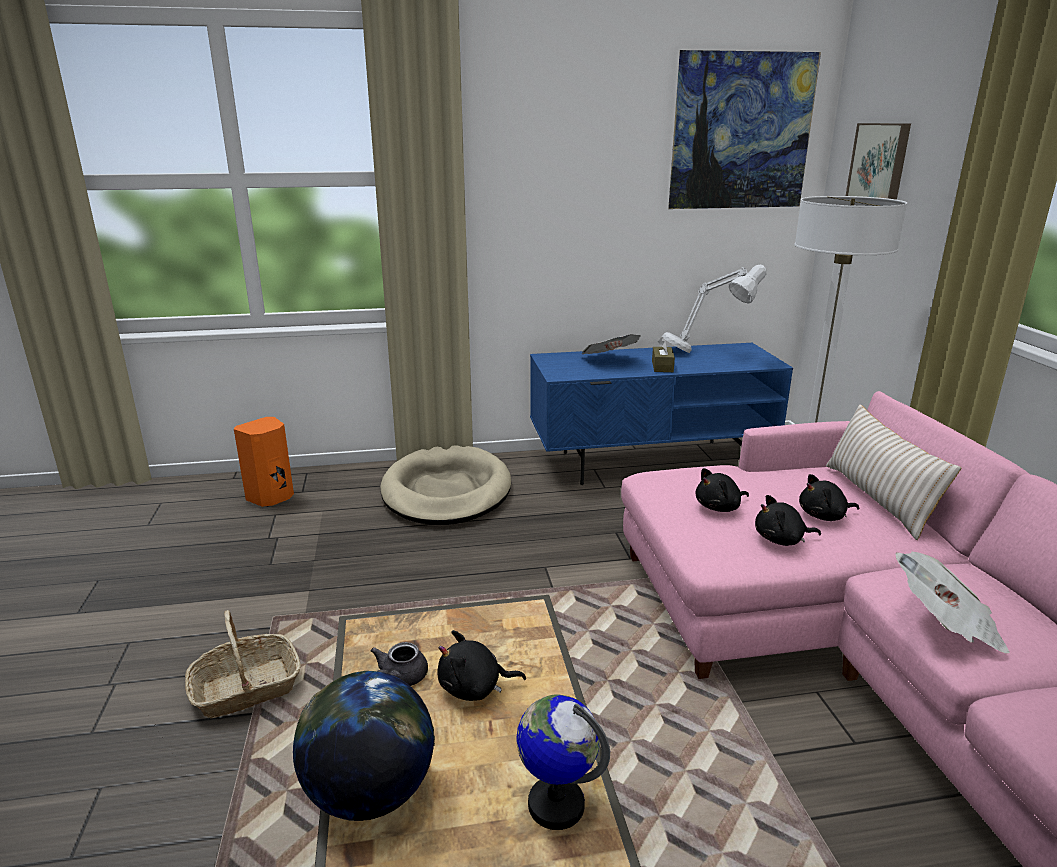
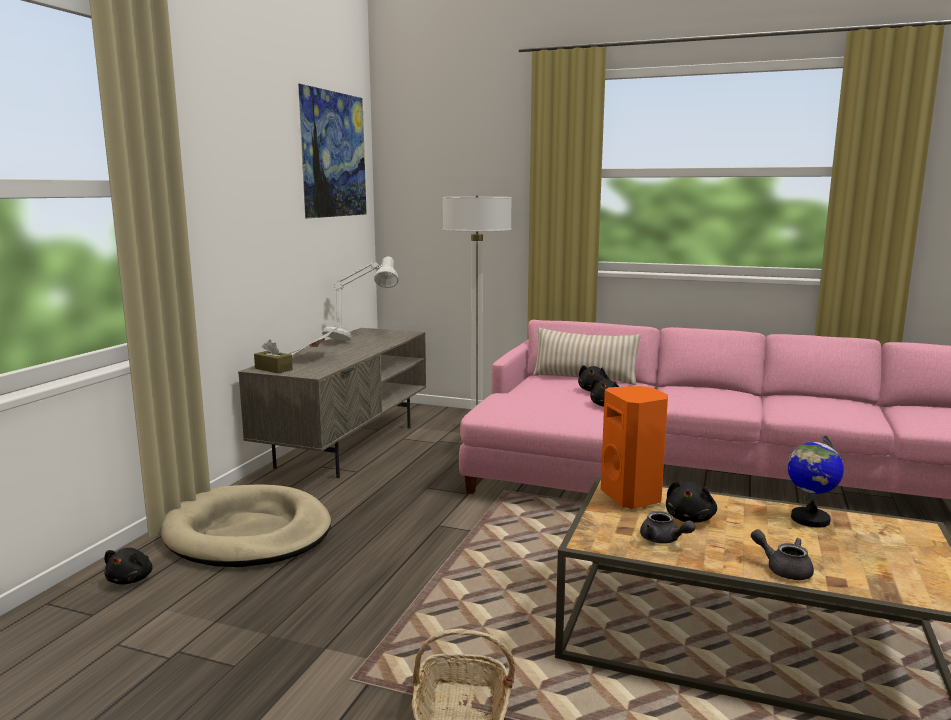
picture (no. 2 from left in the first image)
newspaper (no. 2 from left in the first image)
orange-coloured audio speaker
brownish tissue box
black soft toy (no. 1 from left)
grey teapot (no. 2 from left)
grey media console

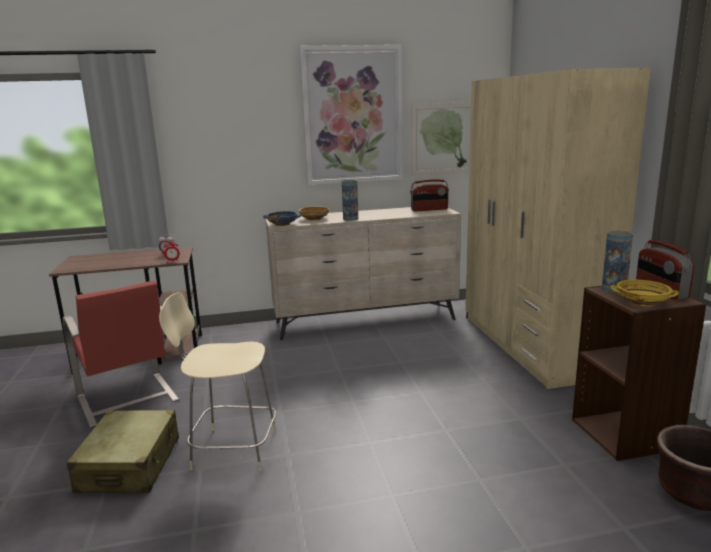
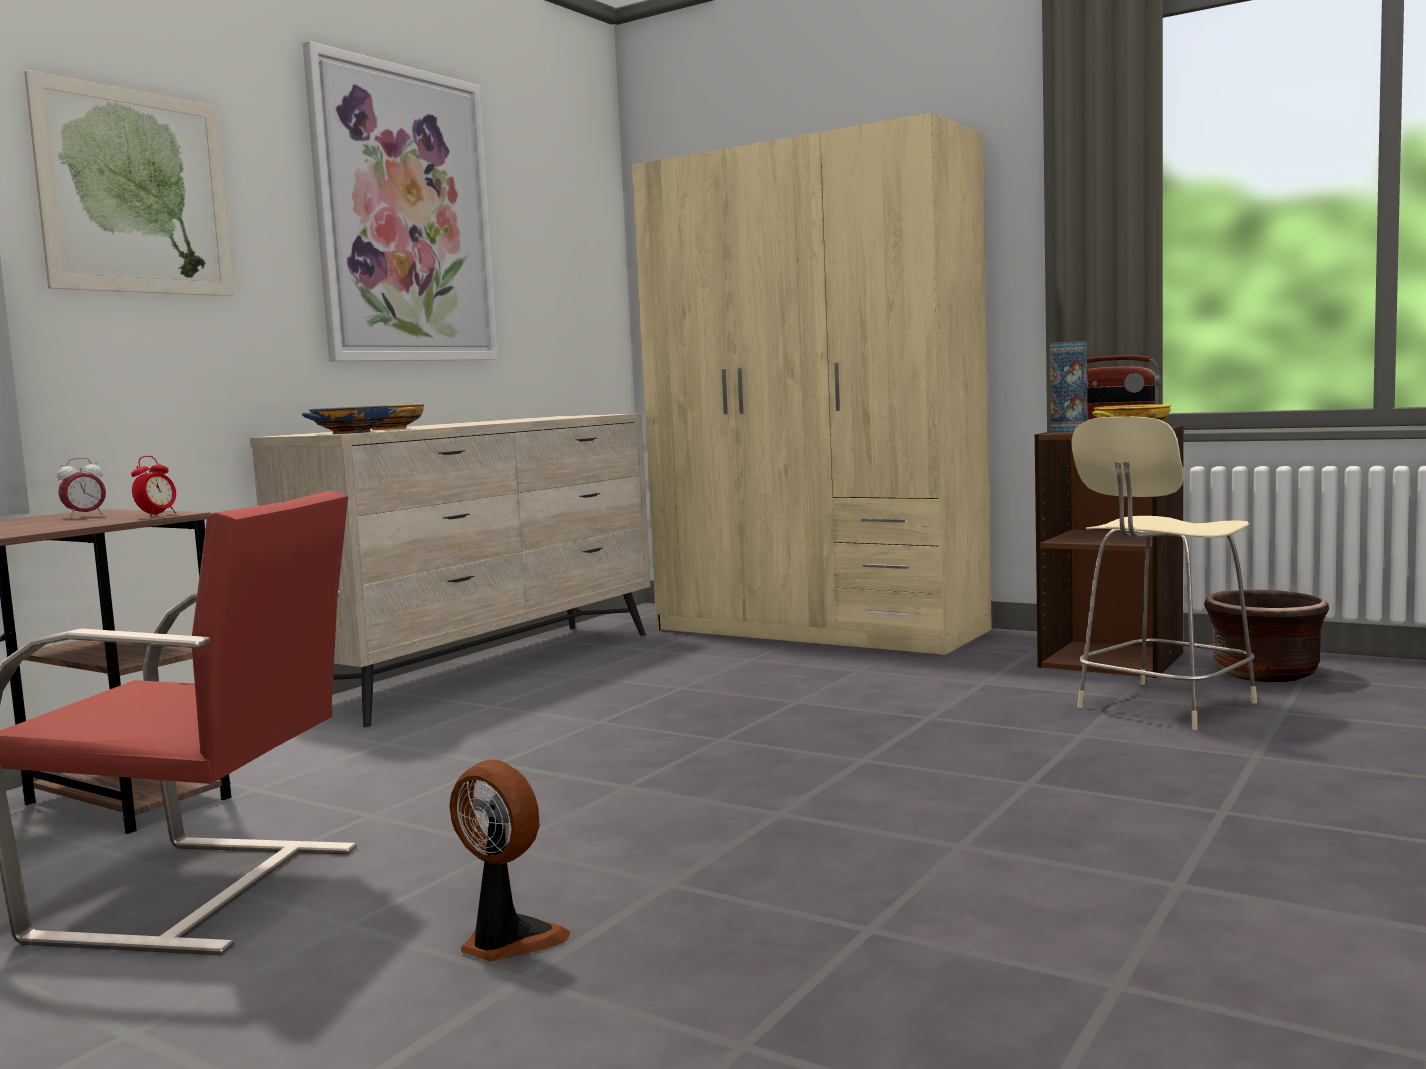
decorative vase (no. 1 from left in the first image)
radio receiver (no. 1 from left in the first image)
sand-coloured upright chair
picture (no. 1 from left)
fan

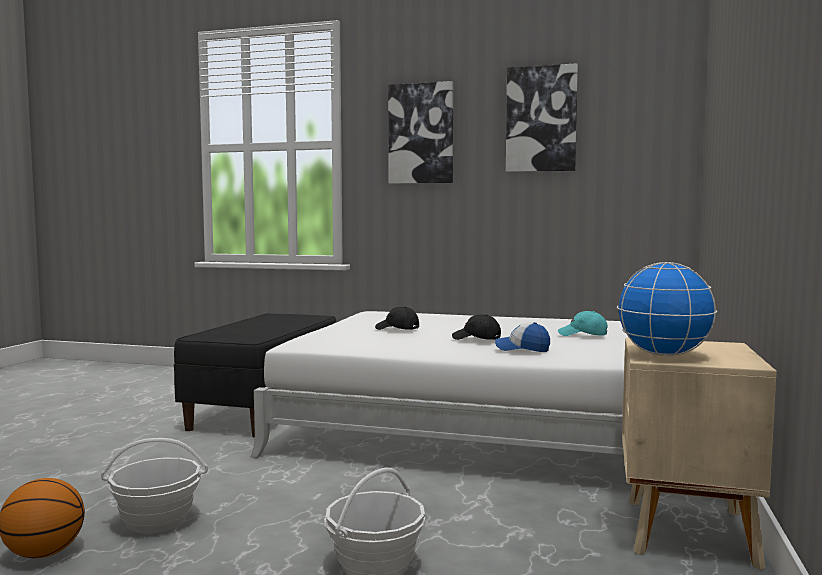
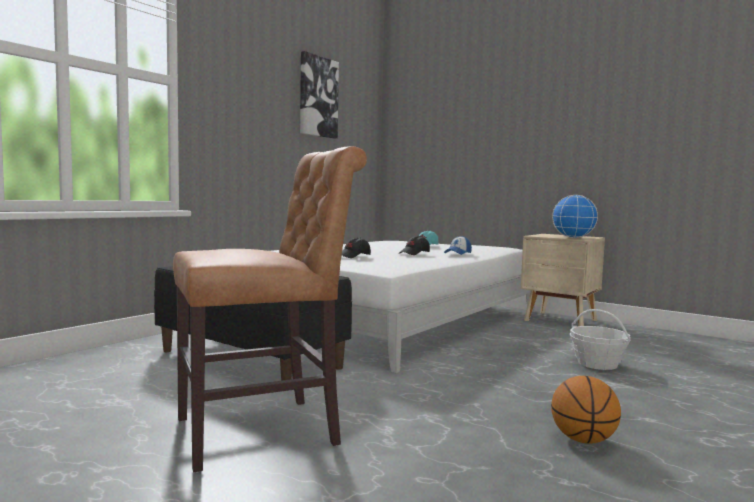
household basket (no. 1 from left in the first image)
picture (no. 1 from left in the first image)
brownish upright chair

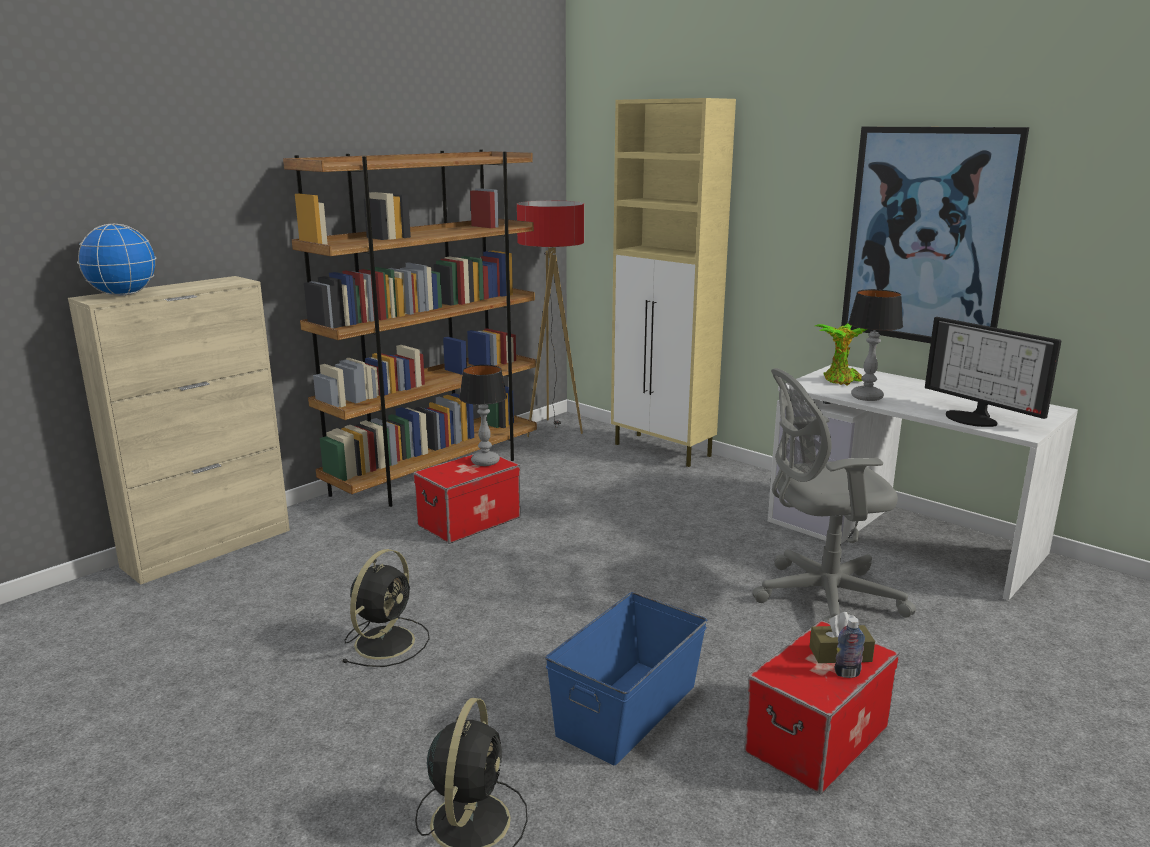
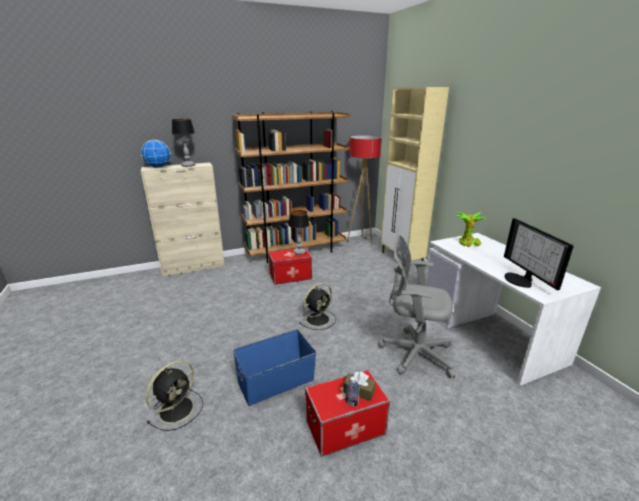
picture
black fan (no. 2 from left)
lamp for a table (no. 1 from left)

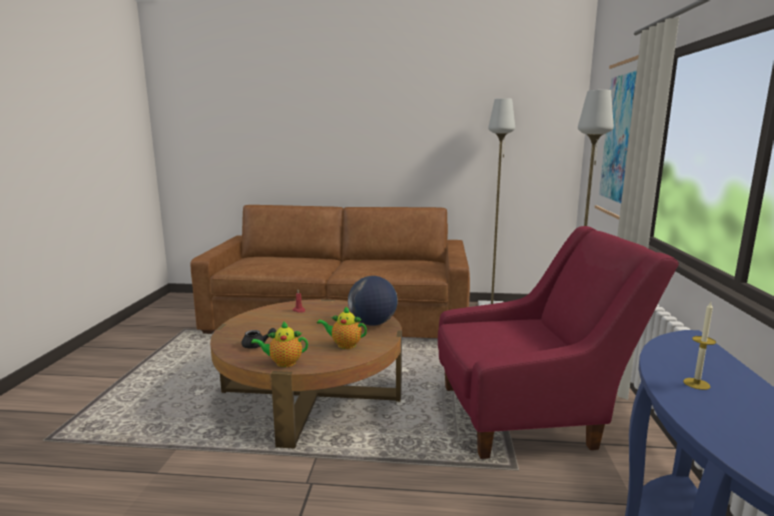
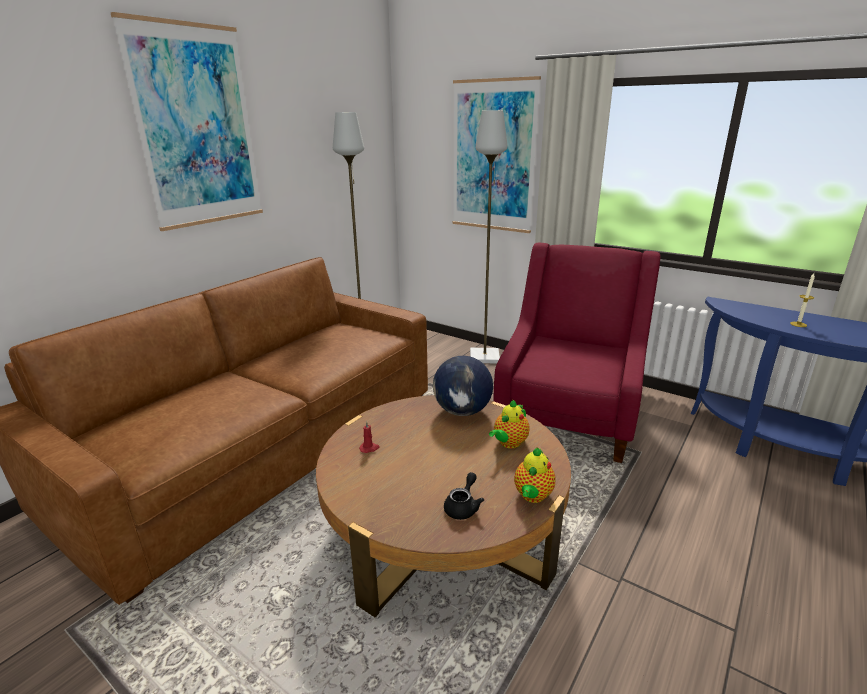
picture (no. 1 from left)

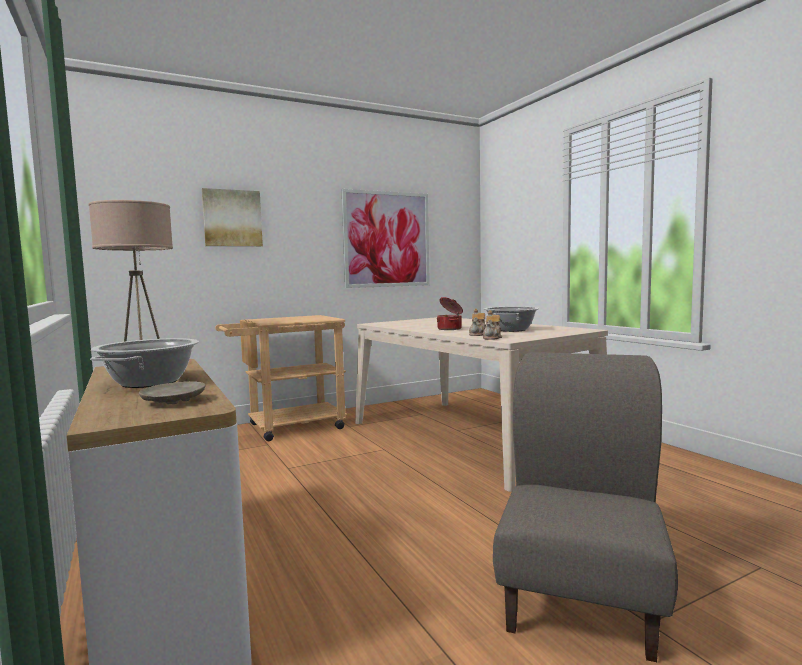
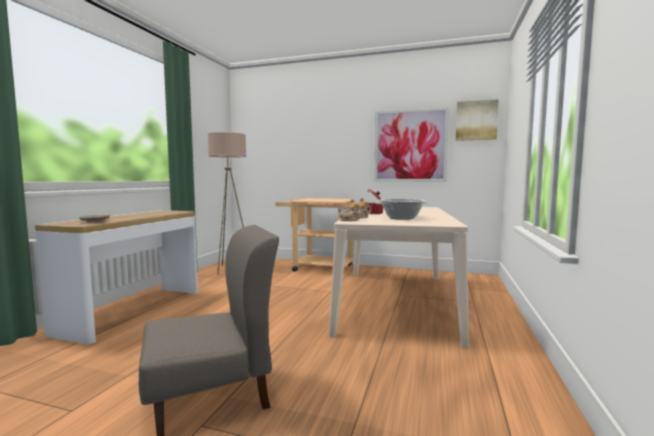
cooking pot (no. 1 from left in the first image)
picture (no. 2 from left)

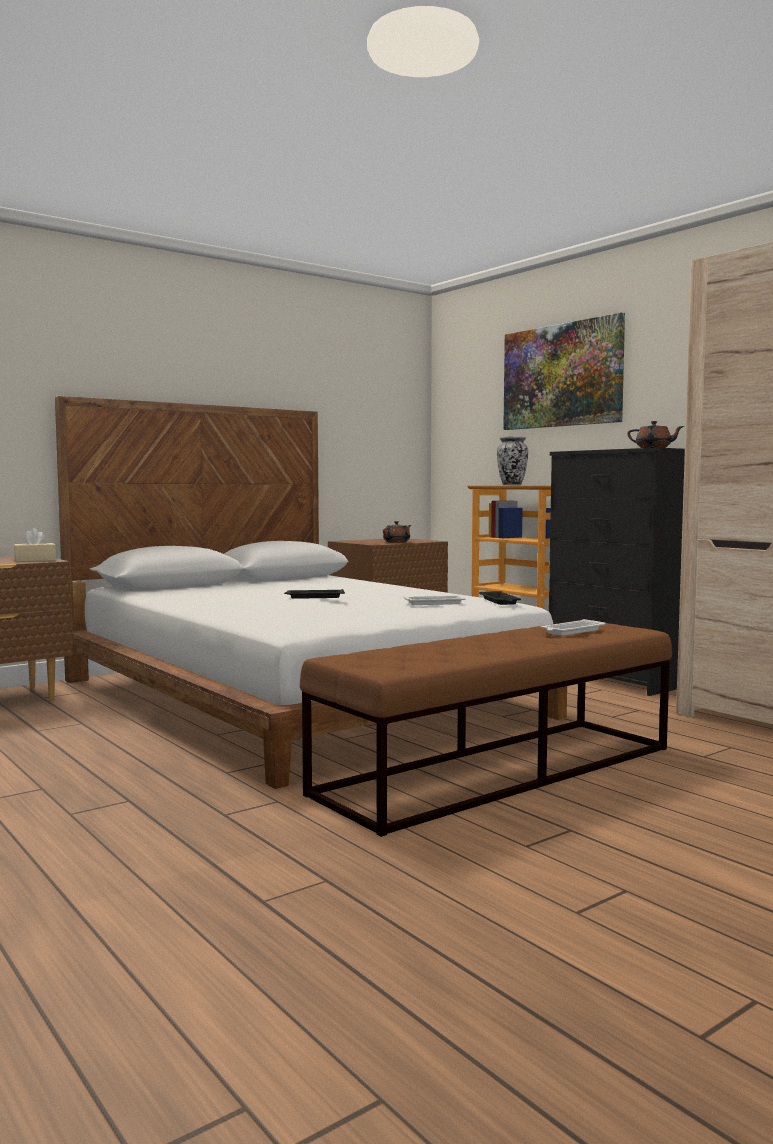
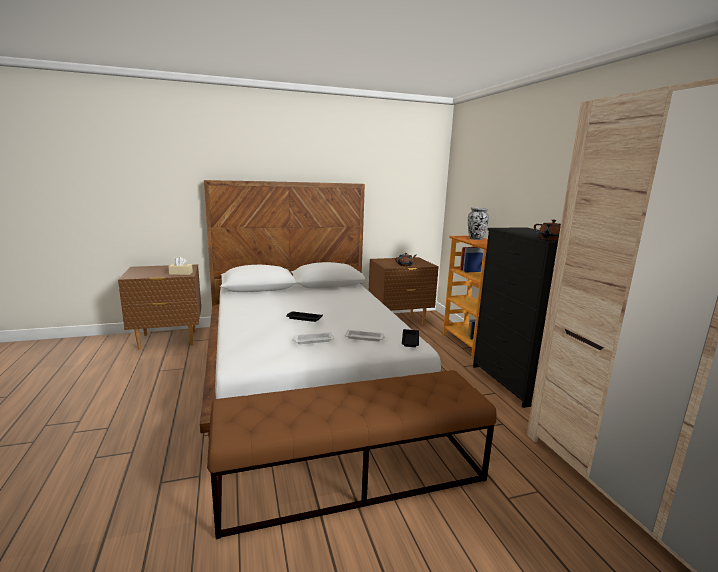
picture
white tray (no. 1 from left)

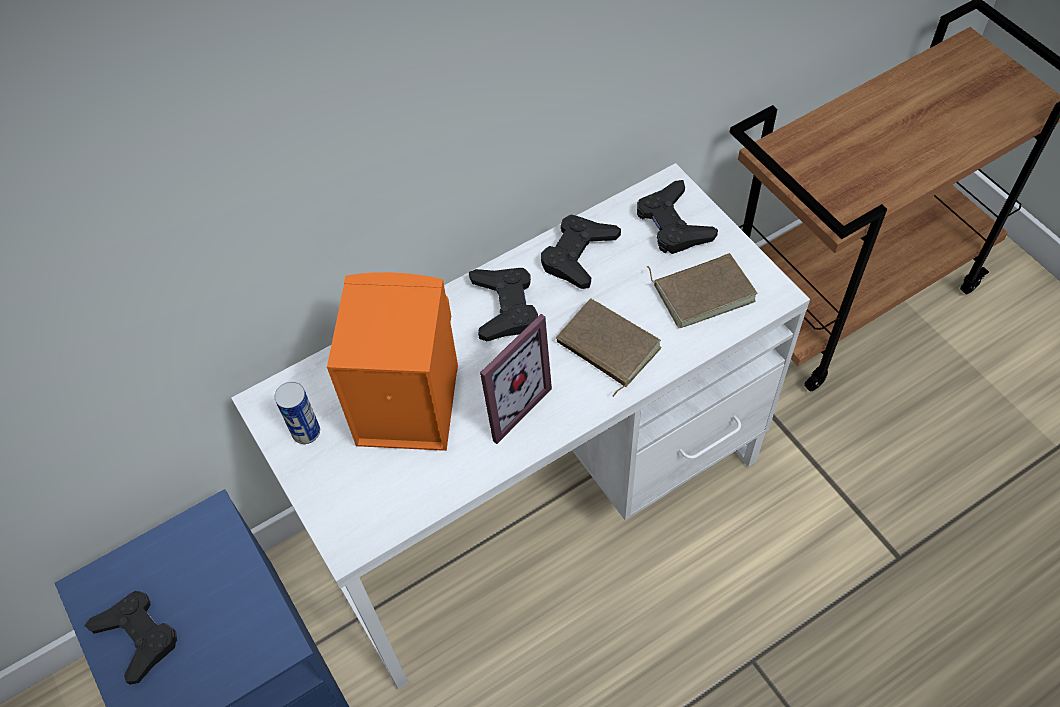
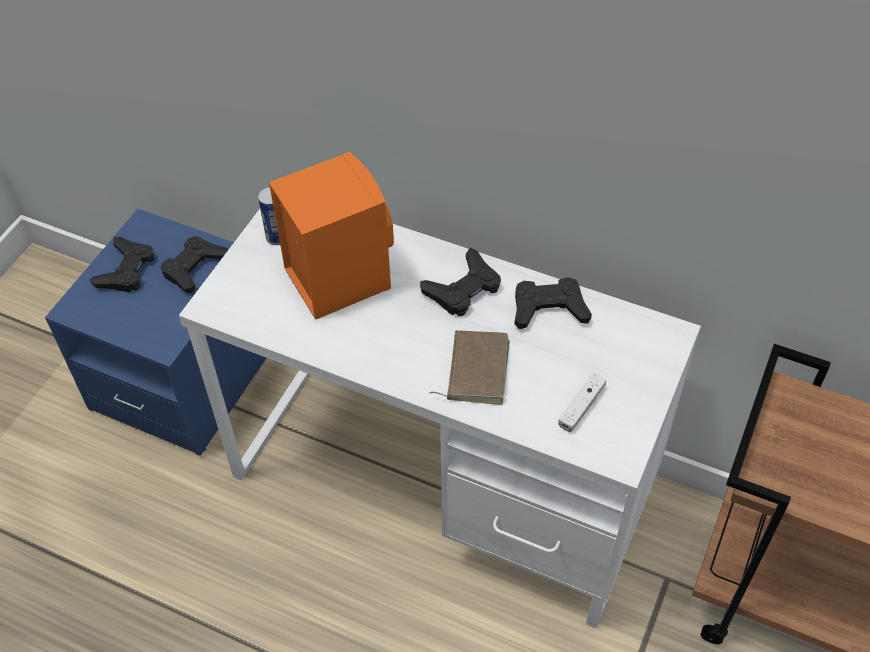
picture frame
black gamepad (no. 2 from left)
white gamepad

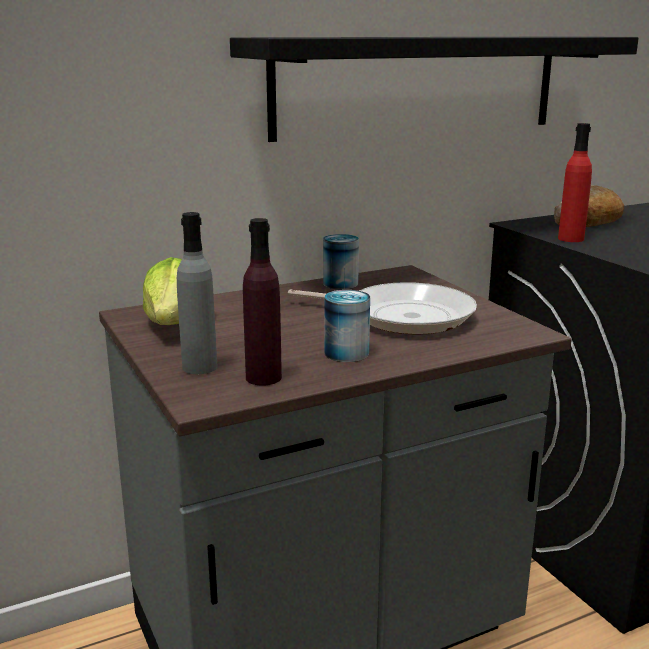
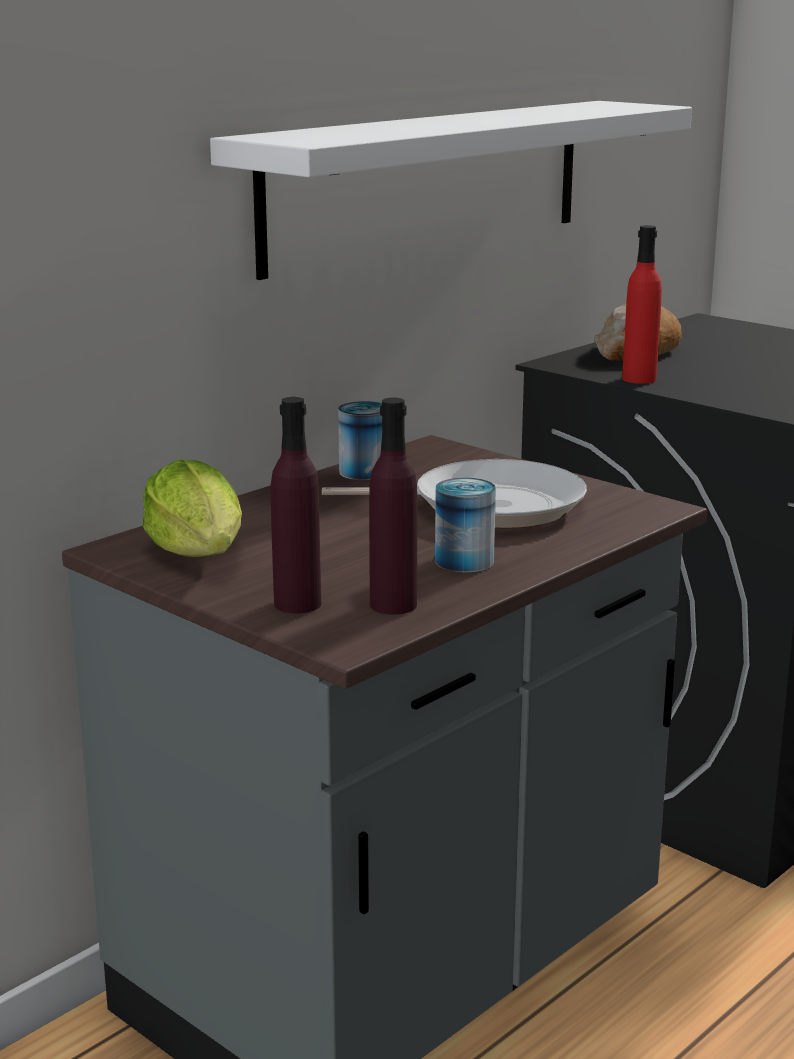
purple-coloured bottle (no. 1 from left)
white shelf

